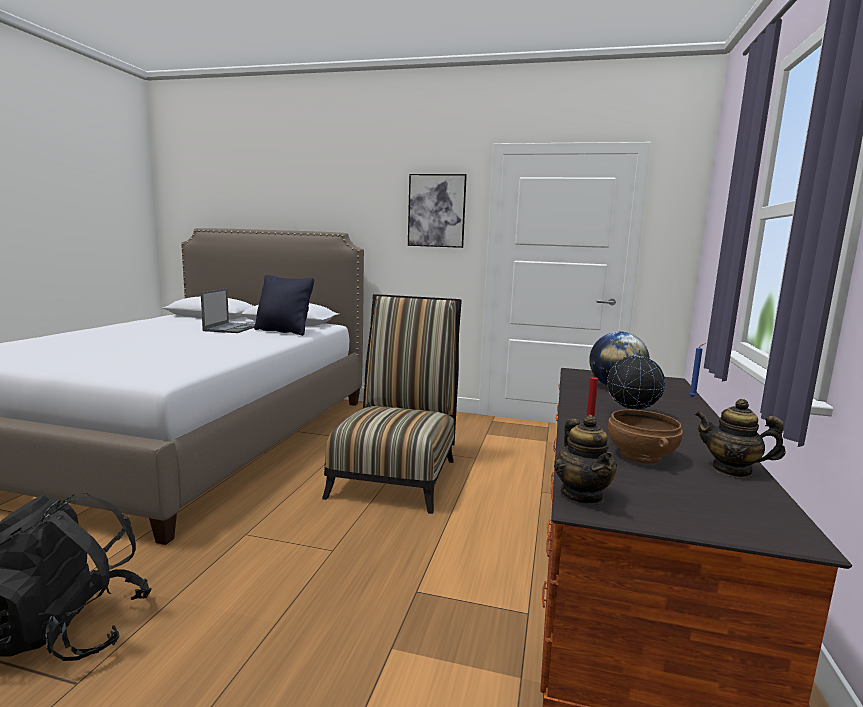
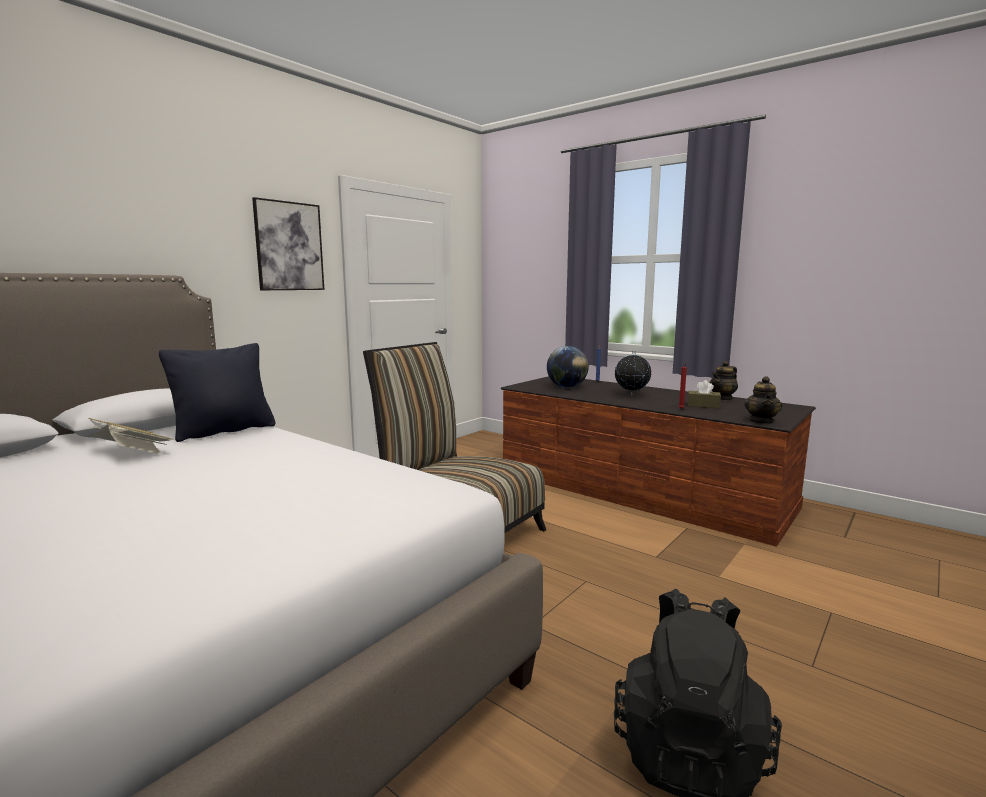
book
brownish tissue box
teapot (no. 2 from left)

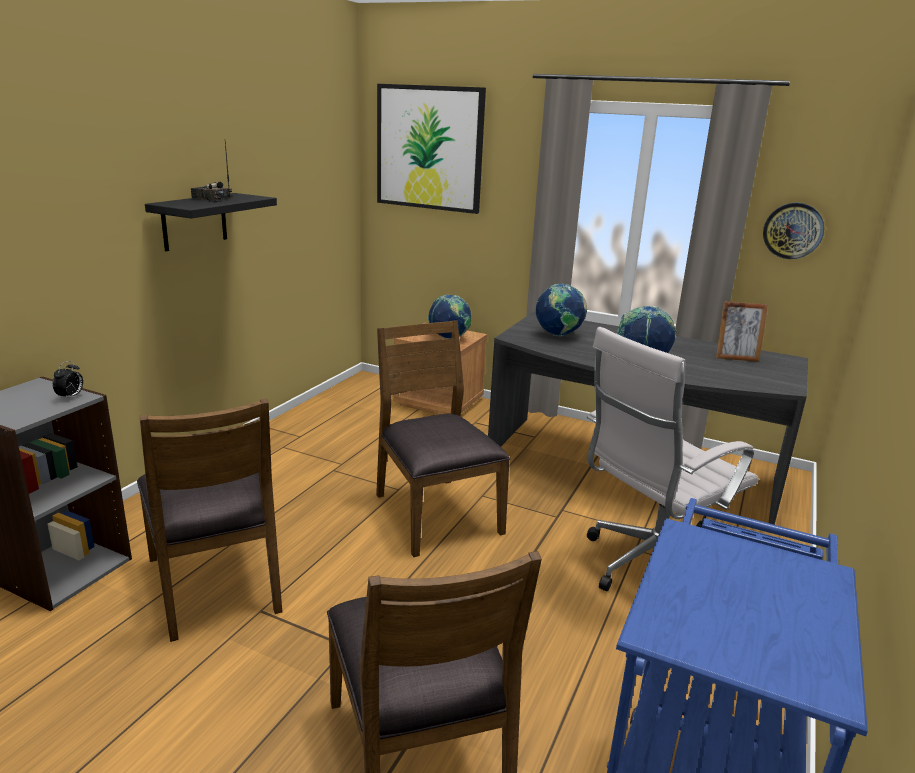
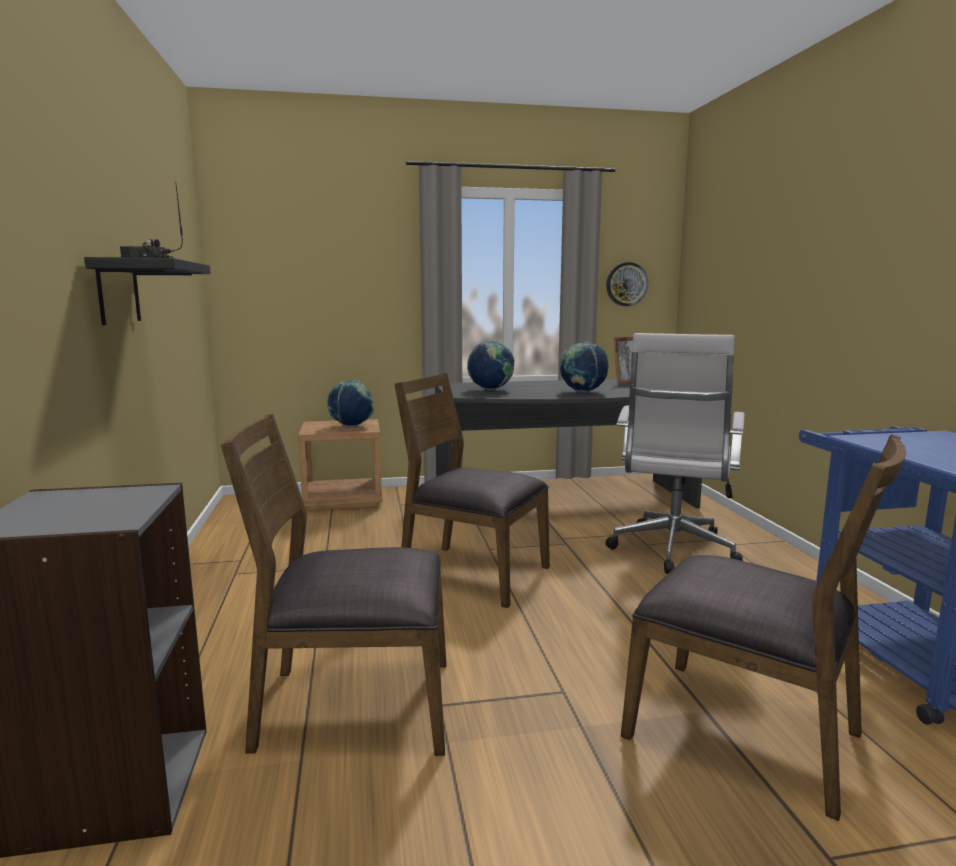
alarm clock
picture
brownish upright chair (no. 1 from left)

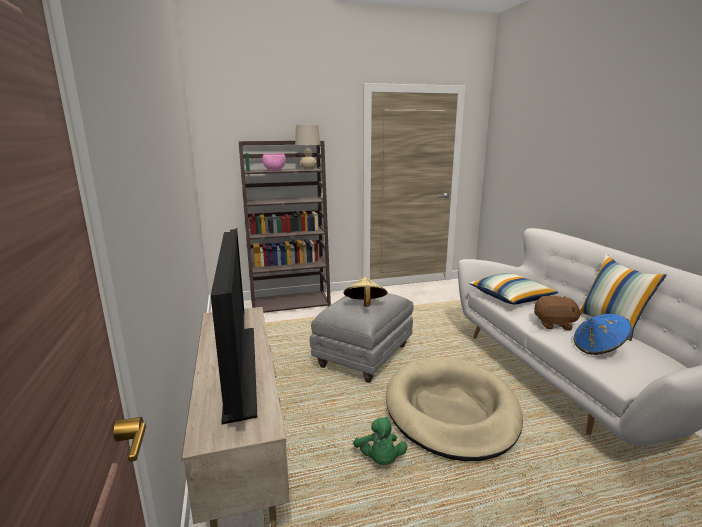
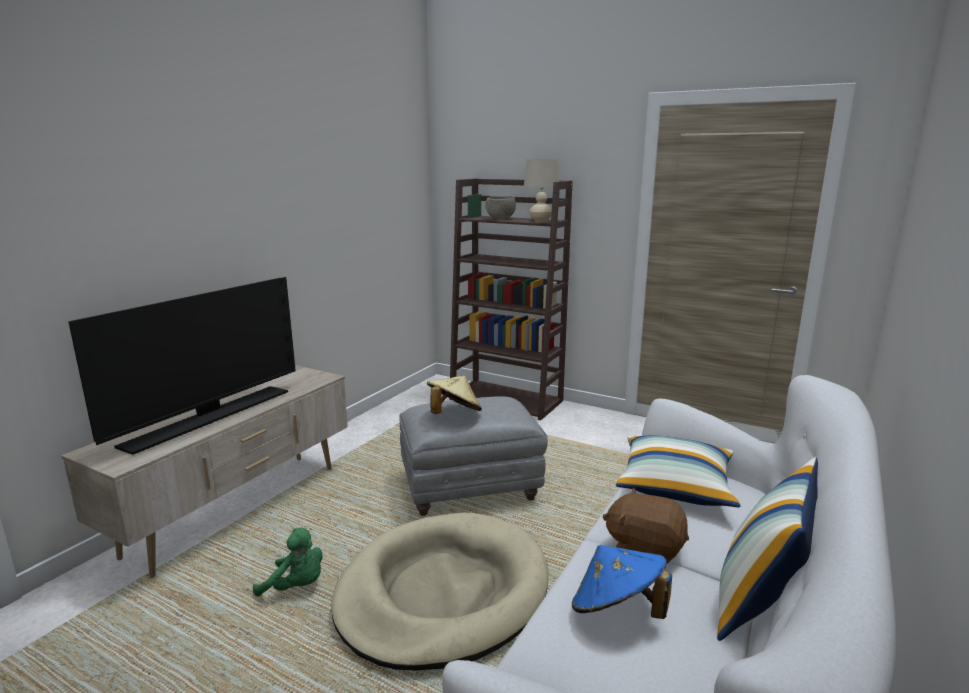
grey serving bowl
green soft toy
brownish soft toy

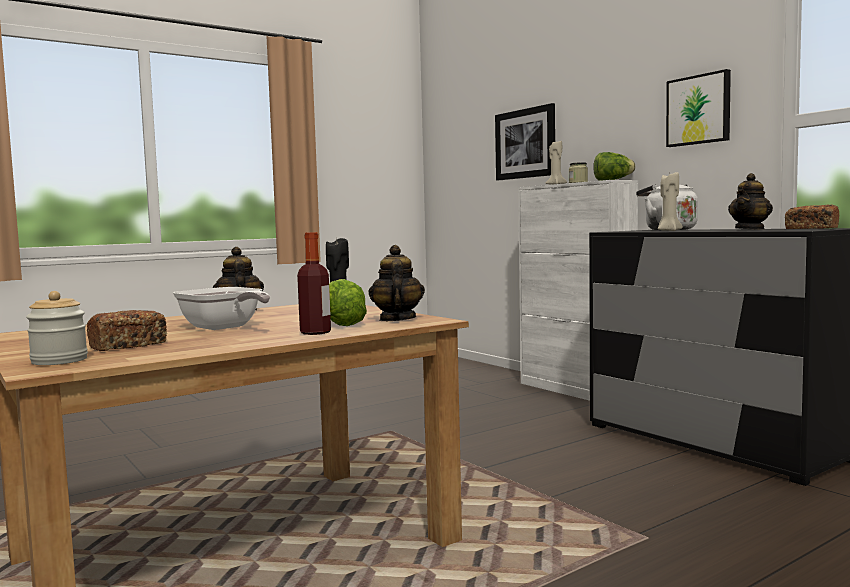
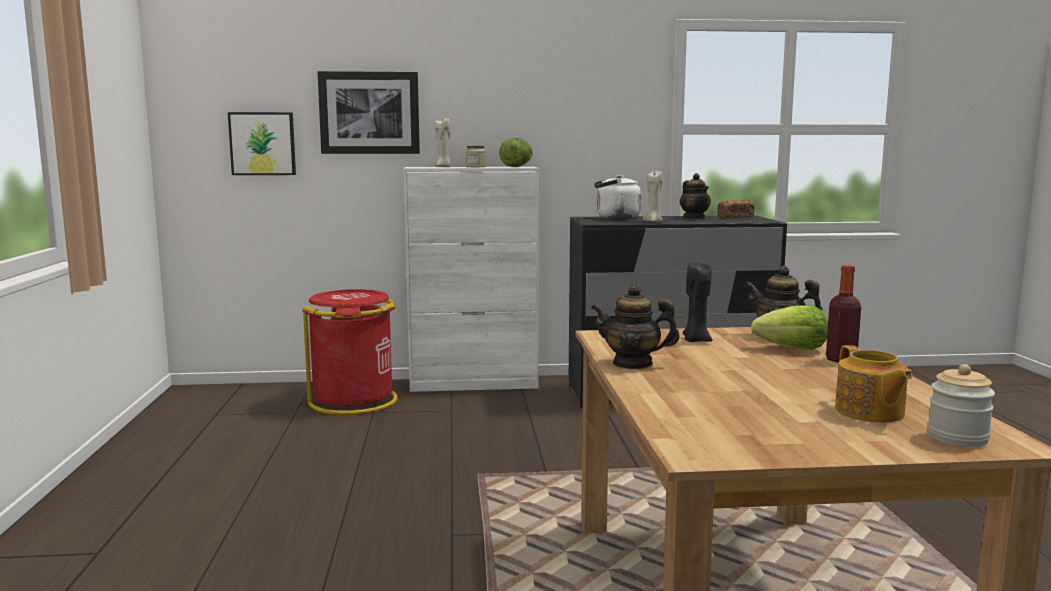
pan
reddish waste bin
picture (no. 1 from left)
teapot (no. 4 from left)

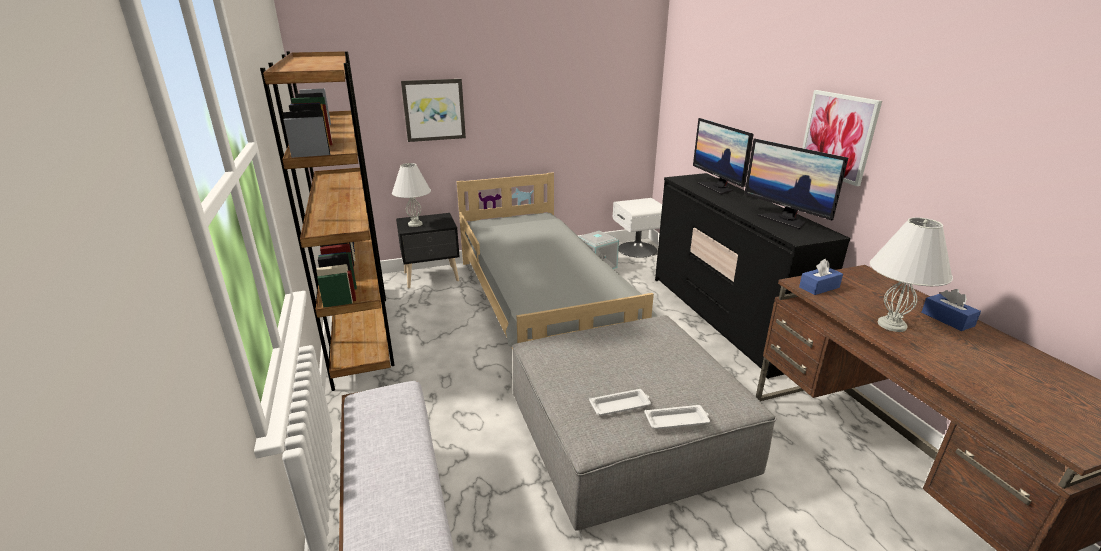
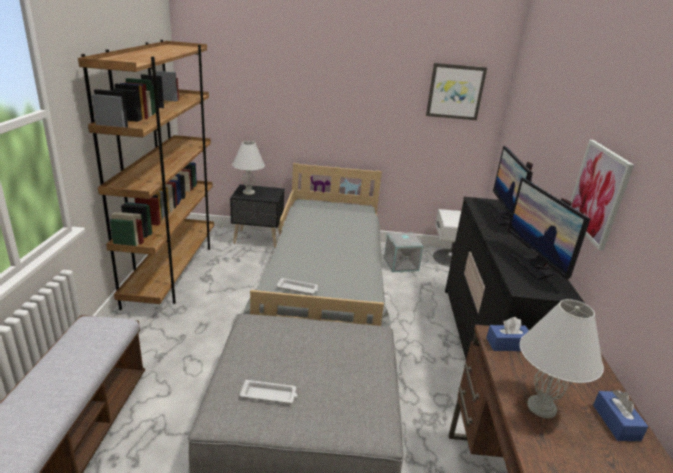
picture (no. 1 from left)
white tray (no. 2 from left)

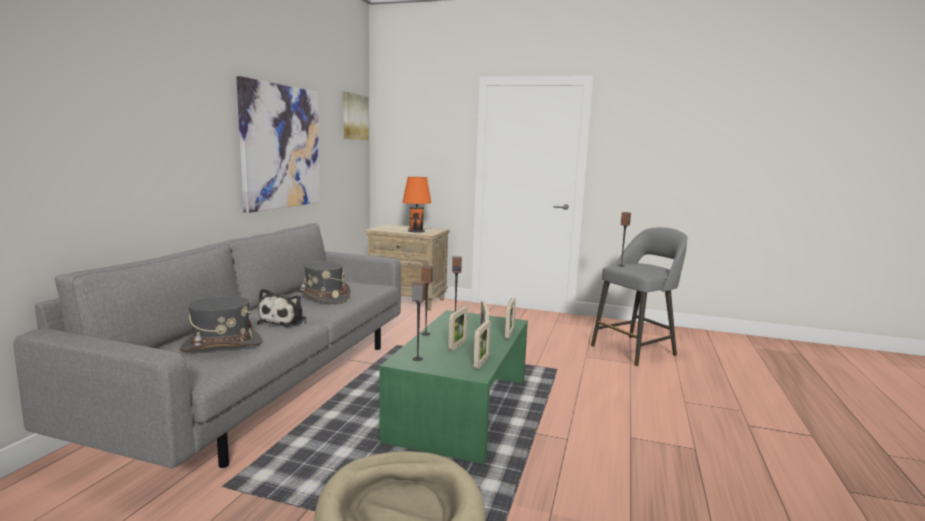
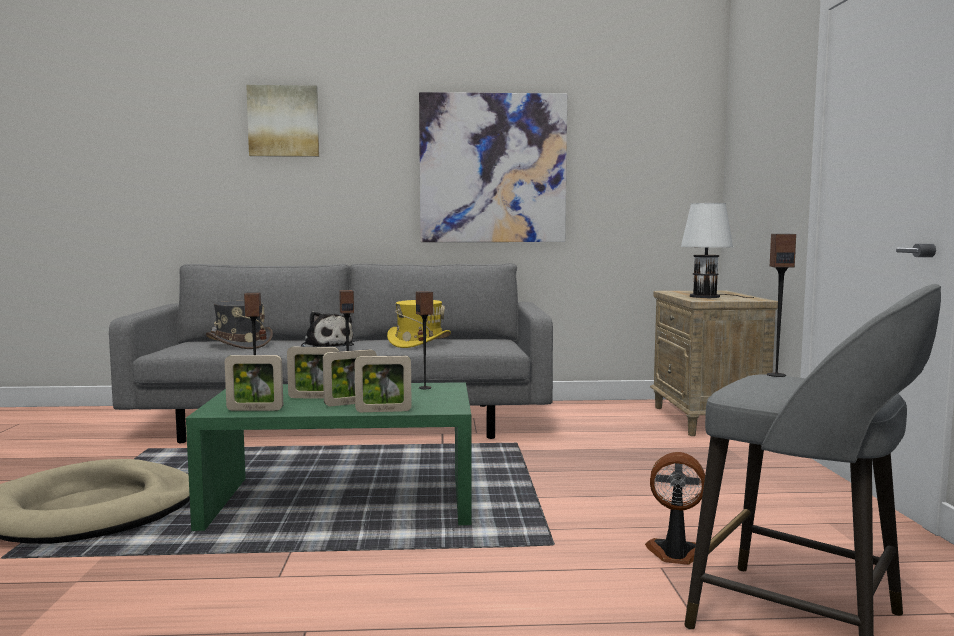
fan
picture (no. 1 from left)
yellow-coloured hat
white lamp for a table
soft toy

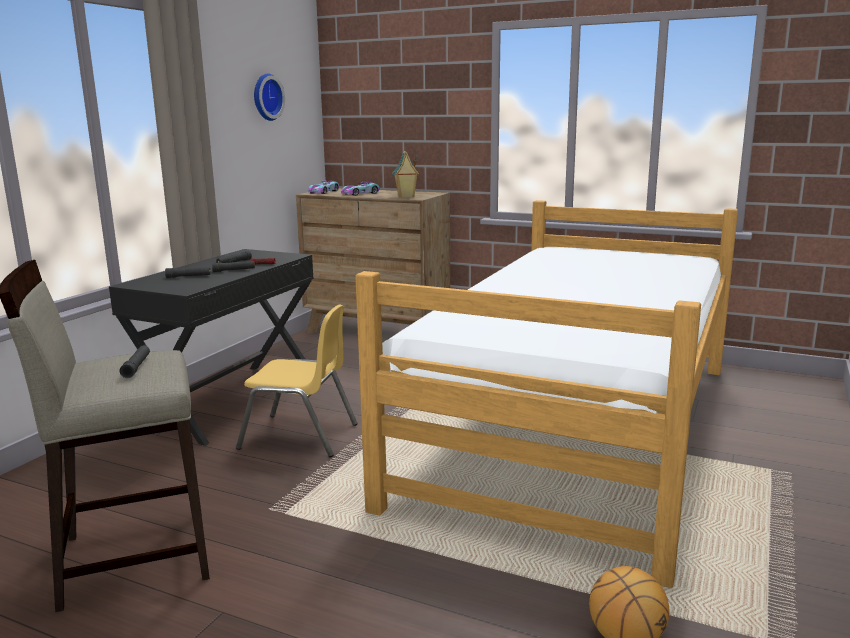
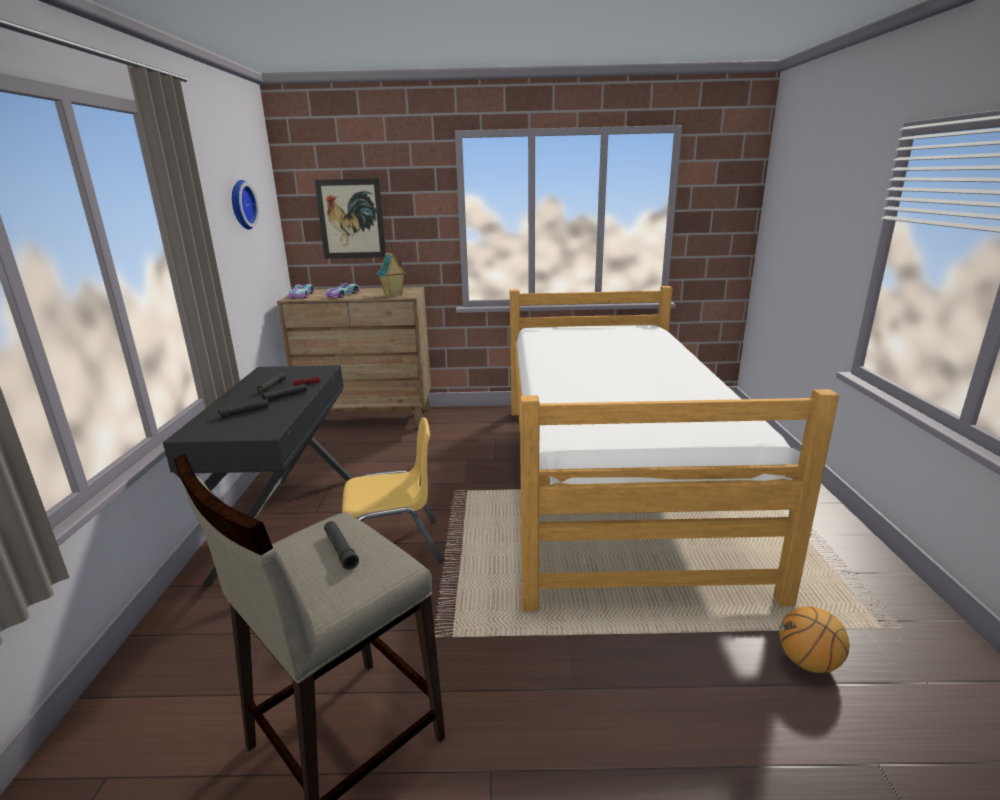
picture

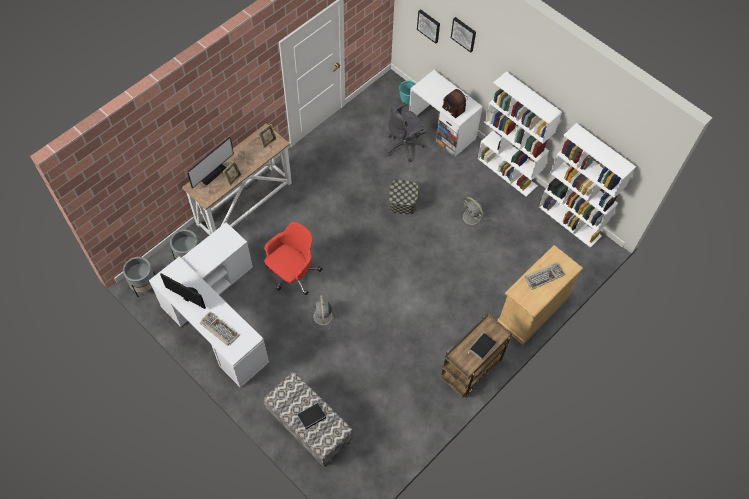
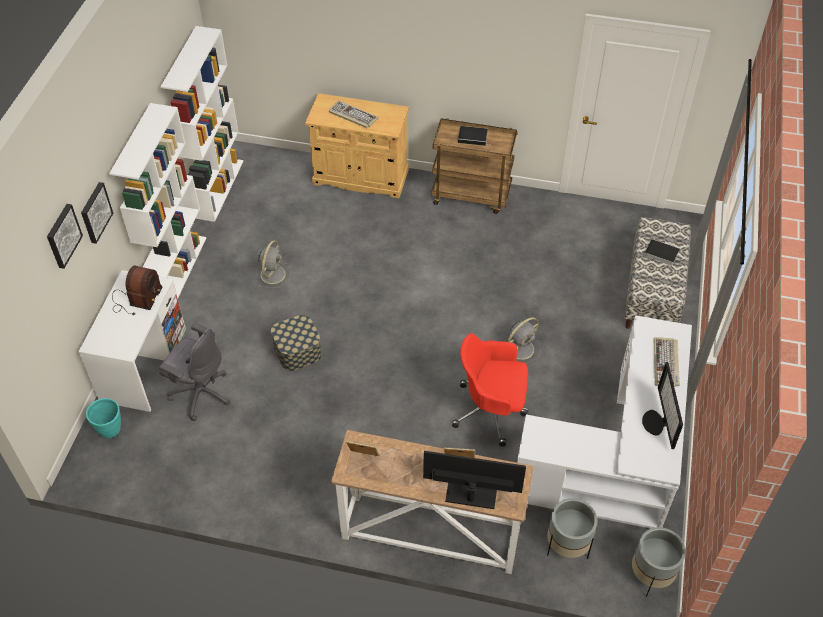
picture (no. 2 from left)

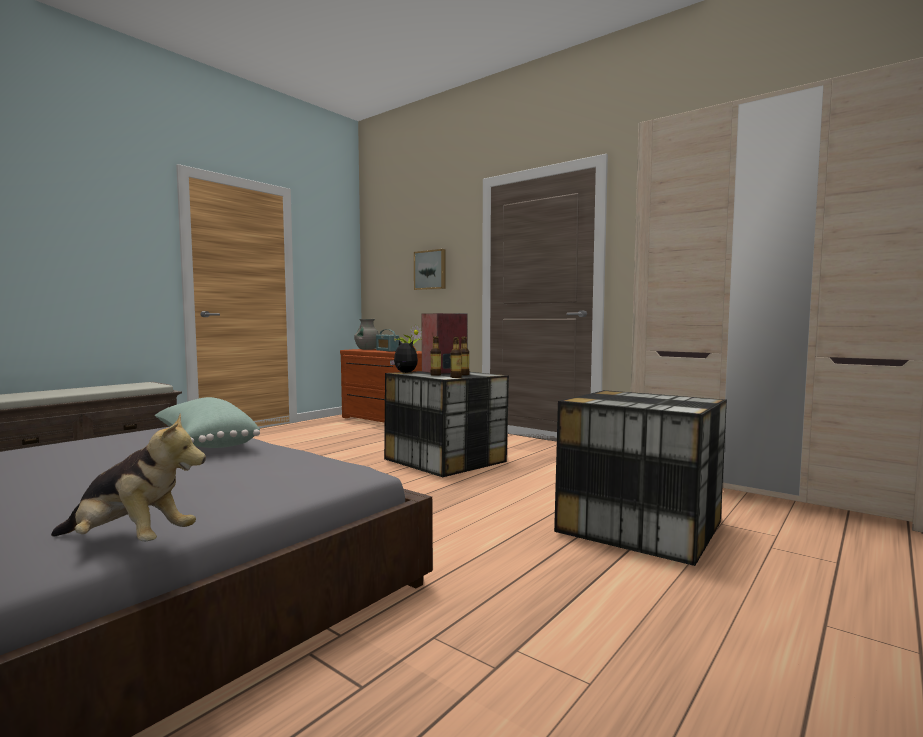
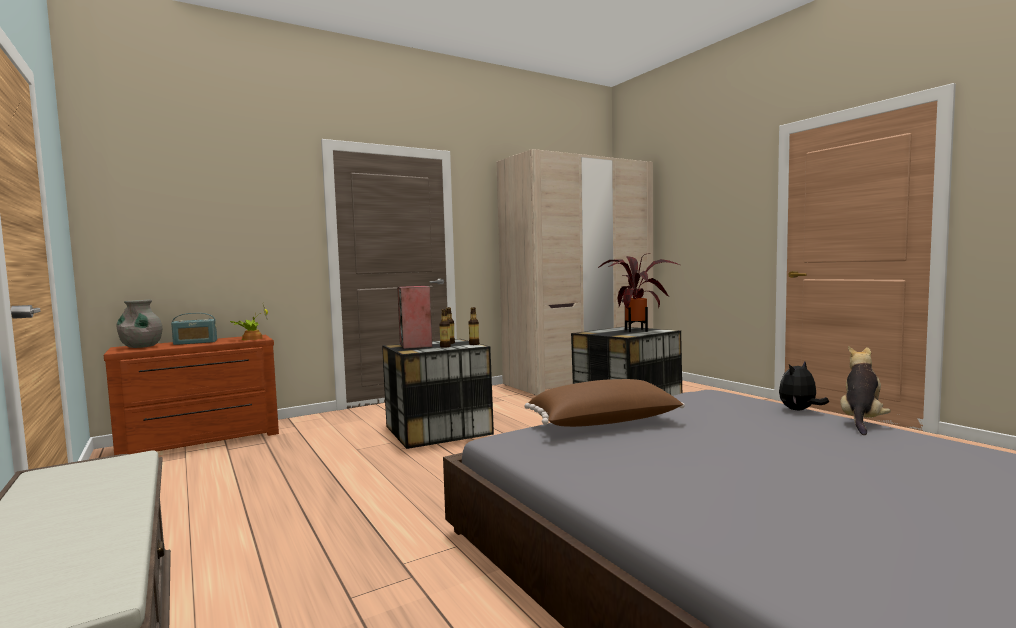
picture
potted plant (no. 2 from left)
soft toy (no. 1 from left)
brownish cushion

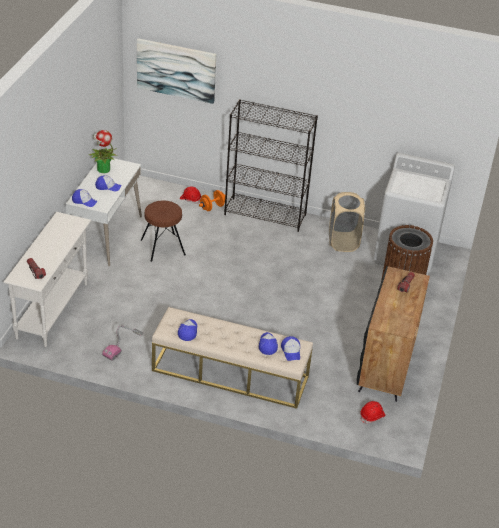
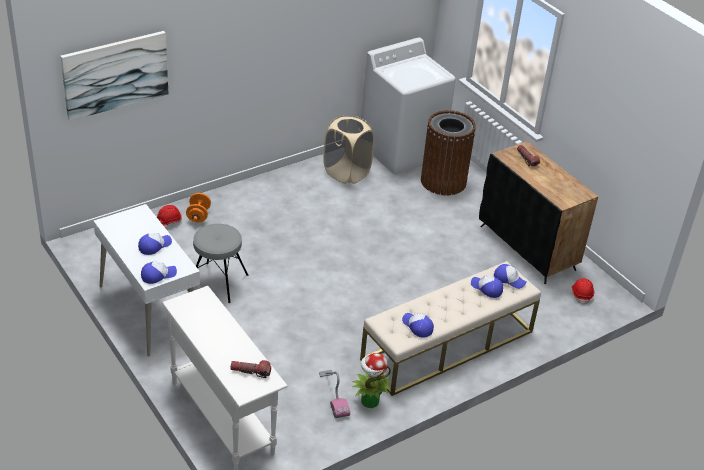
black shelving unit
potted plant
grey sitting stool

